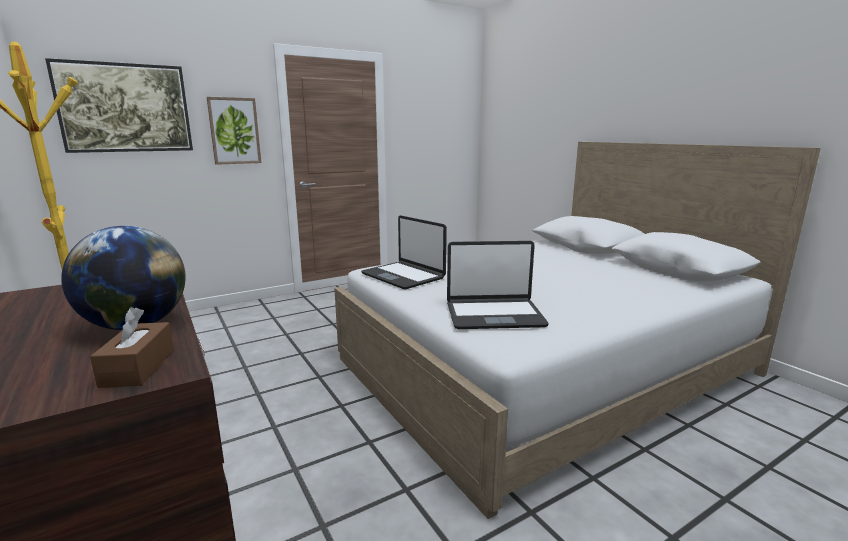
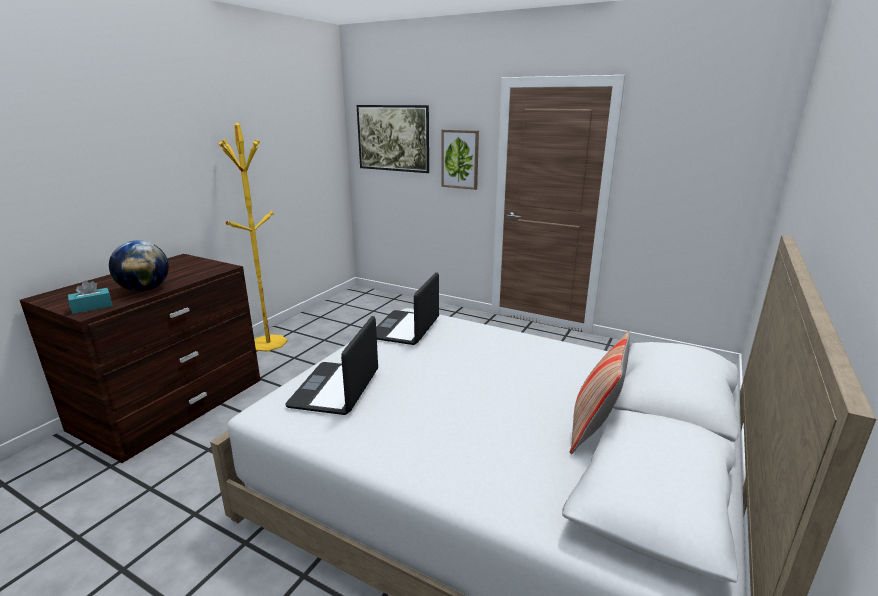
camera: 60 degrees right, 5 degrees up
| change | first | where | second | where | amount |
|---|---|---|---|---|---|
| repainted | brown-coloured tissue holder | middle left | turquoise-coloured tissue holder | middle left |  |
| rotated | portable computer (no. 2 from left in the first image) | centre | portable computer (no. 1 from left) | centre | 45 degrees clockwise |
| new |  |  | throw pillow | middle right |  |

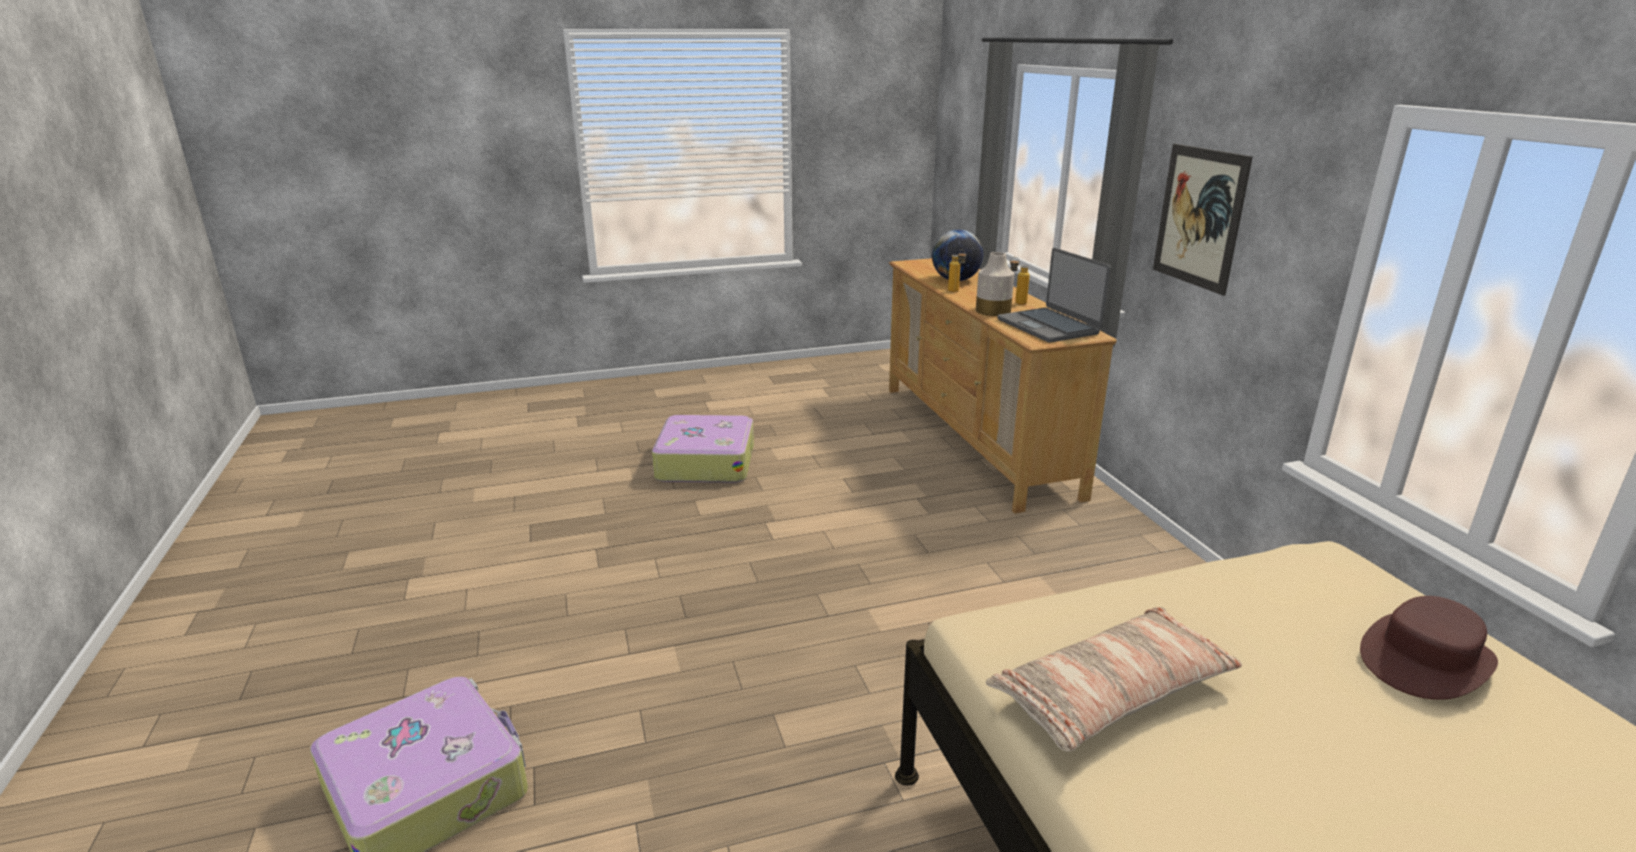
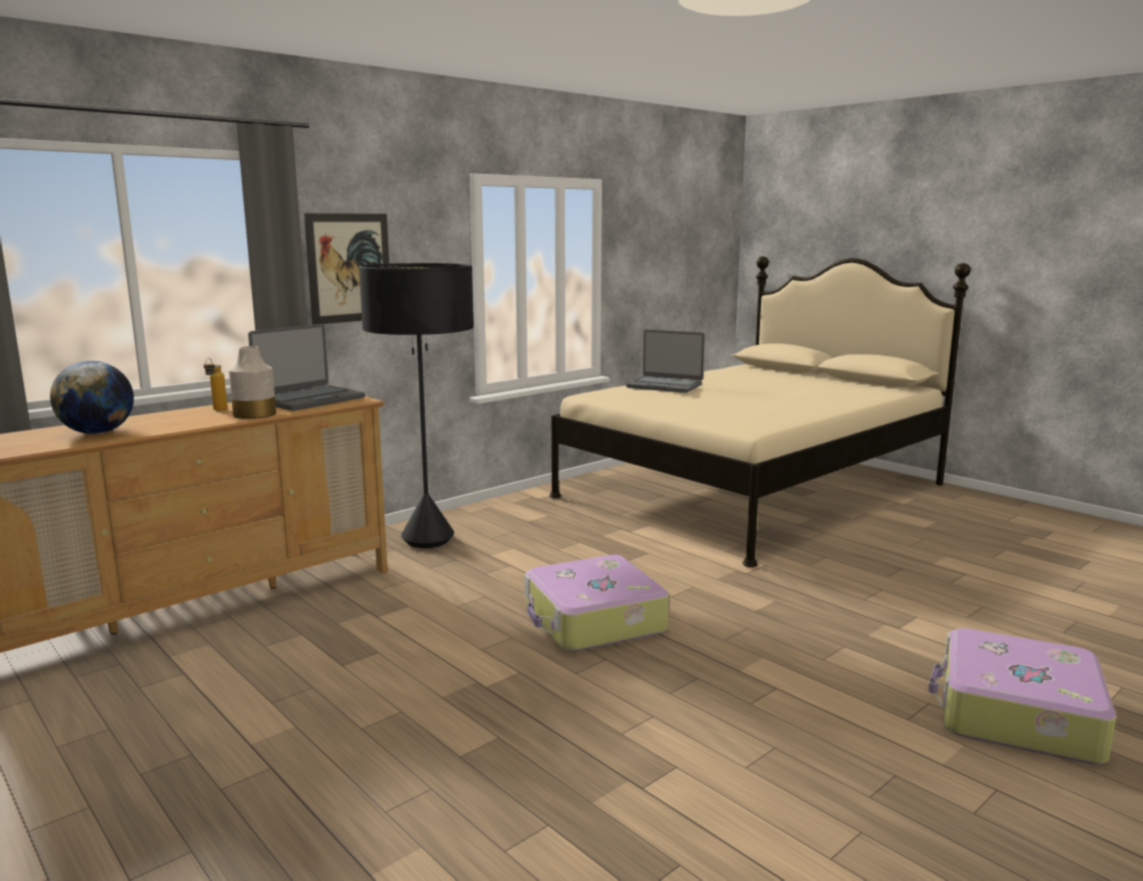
camera: 115 degrees left, 10 degrees down
| change | first | where | second | where | amount |
|---|---|---|---|---|---|
| new |  |  | blackish standard lamp | centre |  |
| shifted | travel case (no. 2 from left in the first image) | centre | travel case (no. 1 from left) | bottom centre |  |
| swapped | brown-coloured clothing hat | bottom right | portable computer (no. 2 from left) | centre |  |
| gone | bottle (no. 1 from left) | top centre |  |  |  |
| gone | throw pillow | bottom right |  |  |  |

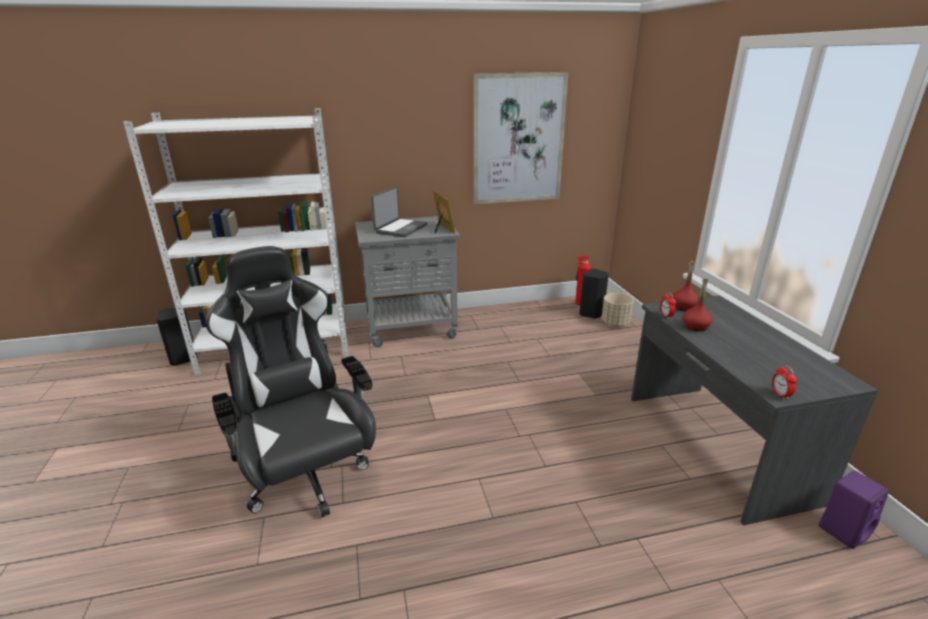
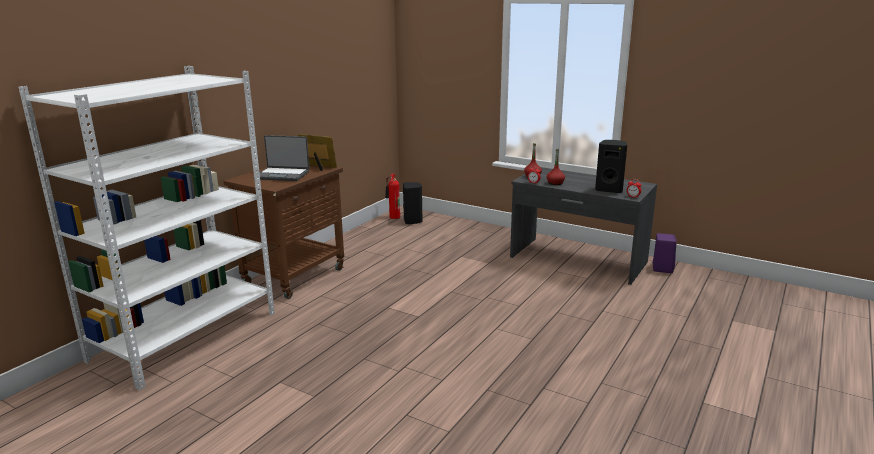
camera: 45 degrees left, 5 degrees down
| change | first | where | second | where | amount |
|---|---|---|---|---|---|
| repainted | grey trolley | centre | brown-coloured trolley | middle left |  |
| rotated | portable computer | centre |  | middle left | 120 degrees clockwise |
| shifted | blackish speaker (no. 1 from left in the first image) | middle left | blackish speaker (no. 2 from left) | middle right |  |
| gone | blackish computer chair | middle left |  |  |  |
| gone | wall picture | top centre |  |  |  |
| gone | beige plant pot | centre |  |  |  |

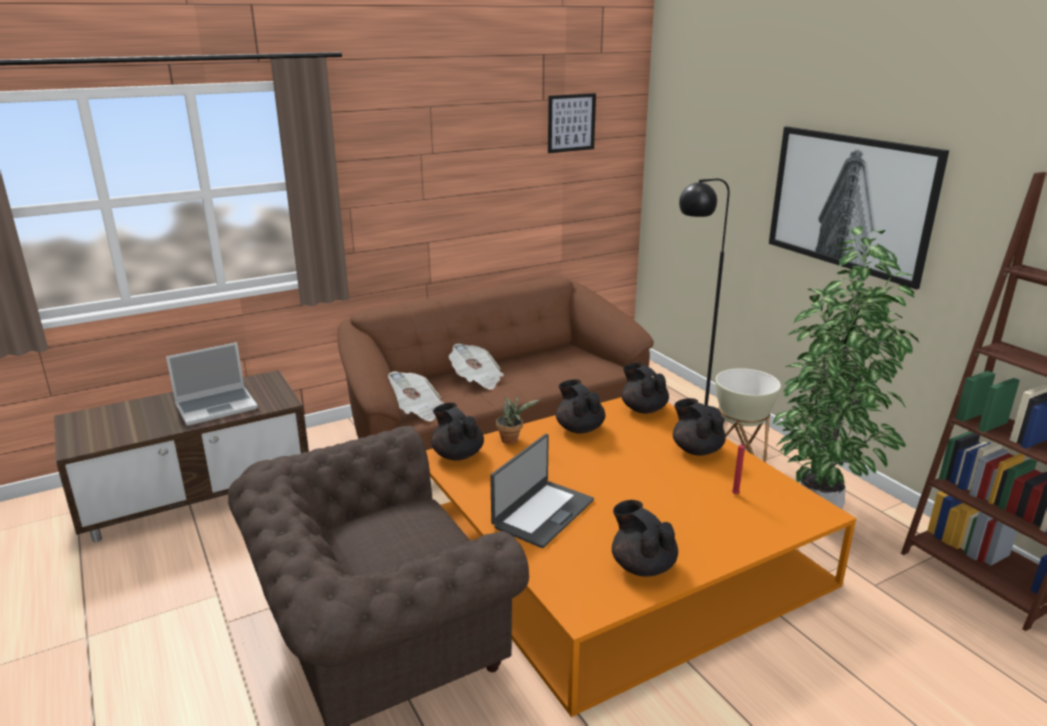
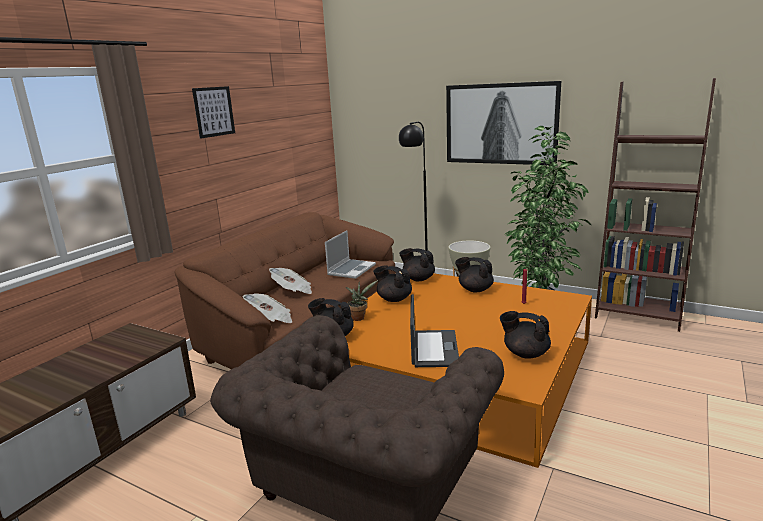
camera: 30 degrees left, 5 degrees down
| change | first | where | second | where | amount |
|---|---|---|---|---|---|
| shifted | wall picture (no. 1 from left) | top centre |  | top left |  |
| shifted | portable computer (no. 1 from left) | middle left |  | centre |  |

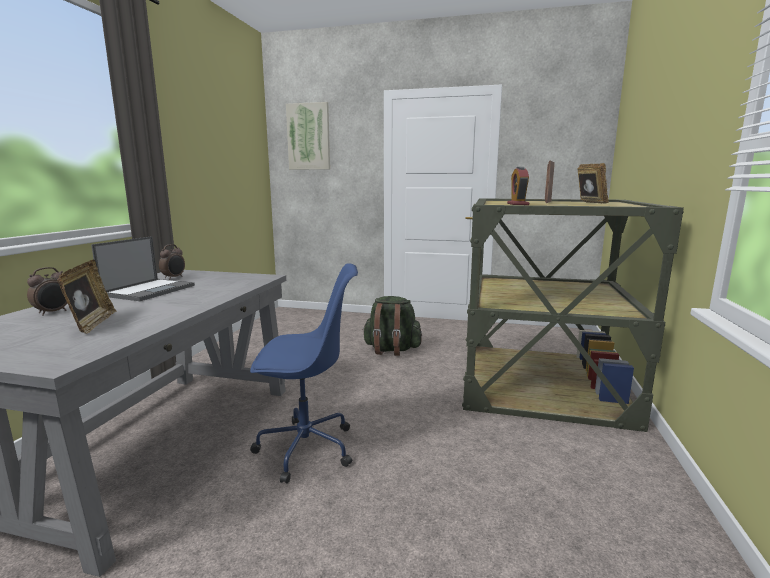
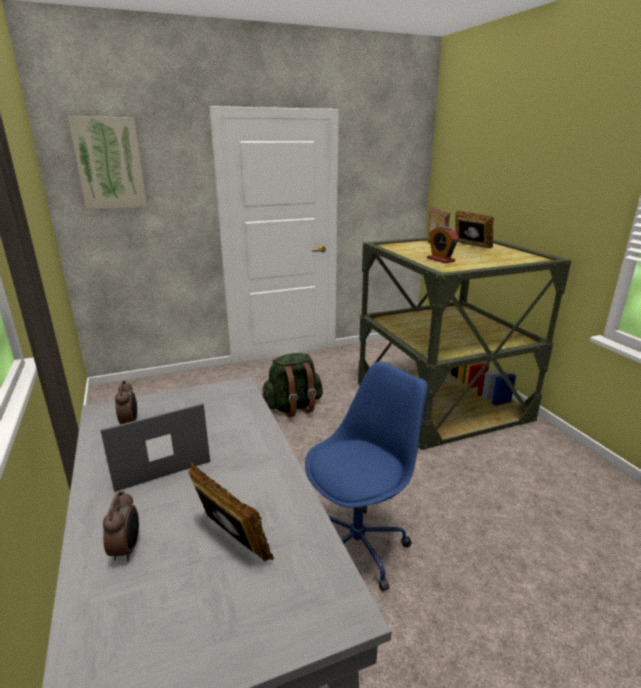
camera: 35 degrees left, 10 degrees up
| change | first | where | second | where | amount |
|---|---|---|---|---|---|
| rotated | portable computer | middle left |  | middle left | 105 degrees counterclockwise |

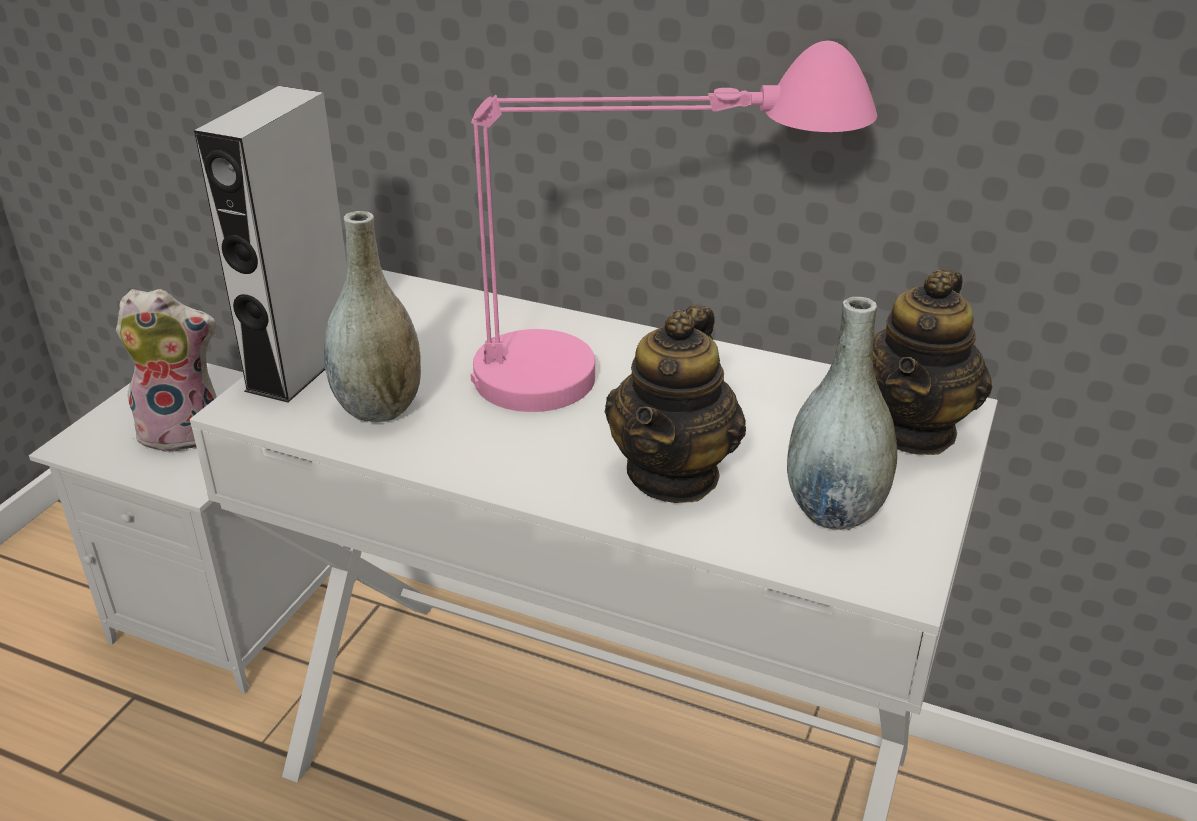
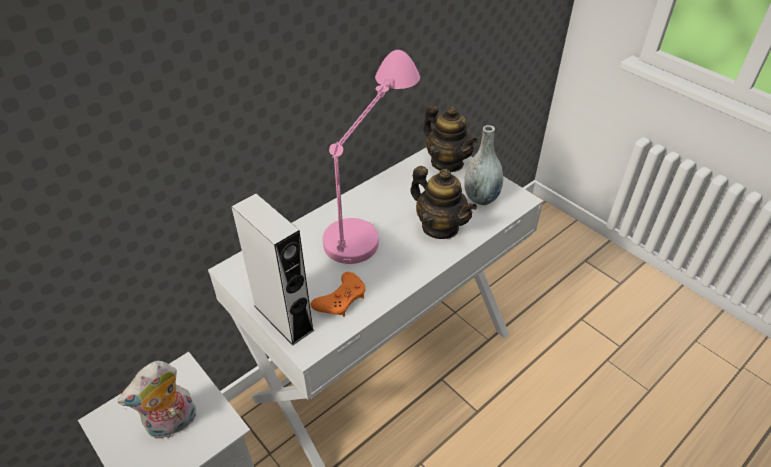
camera: 65 degrees left, 10 degrees up
| change | first | where | second | where | amount |
|---|---|---|---|---|---|
| rotated | plush toy | middle left |  | bottom left | 150 degrees counterclockwise |
| swapped | grey vase (no. 1 from left) | middle left | orangey game controller | centre |  |

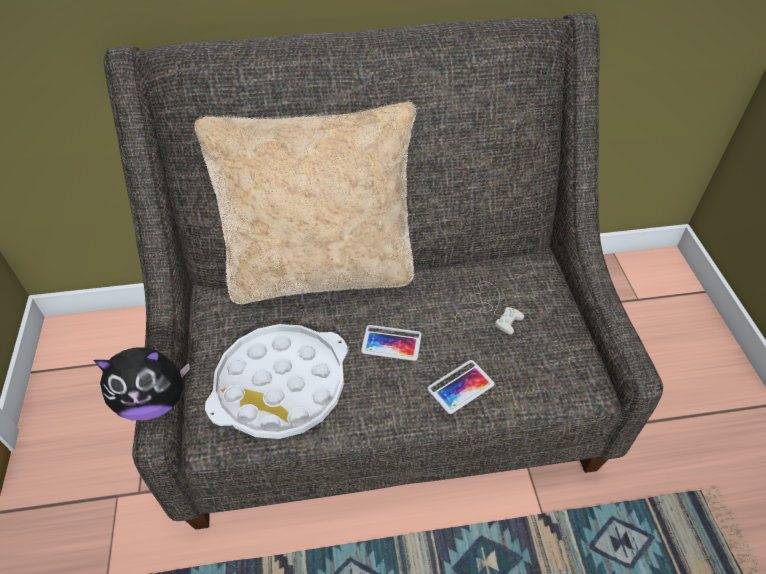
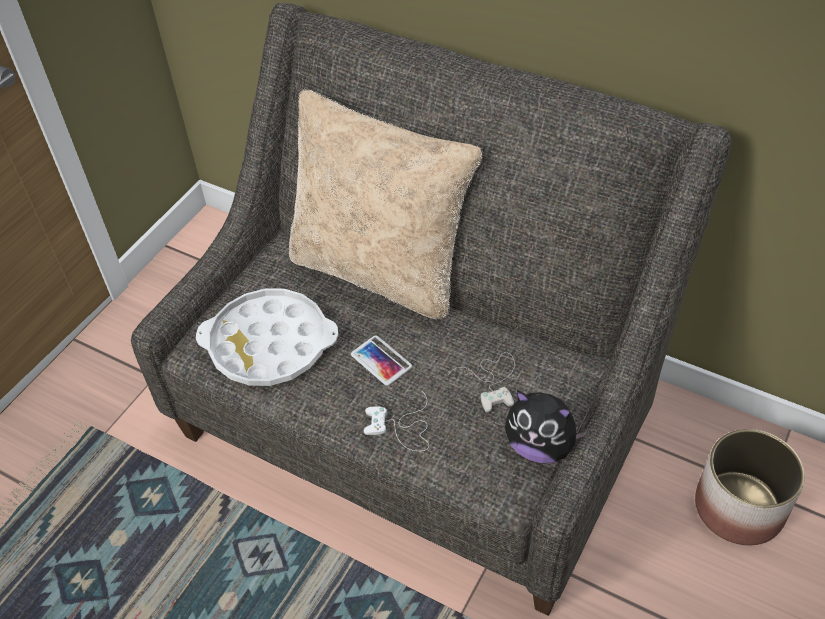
camera: 40 degrees right, 0 degrees up
| change | first | where | second | where | amount |
|---|---|---|---|---|---|
| swapped | phone (no. 2 from left) | bottom centre | white game controller (no. 1 from left) | bottom centre |  |
| shifted | plush toy | bottom left |  | bottom centre |  |
| new |  |  | plant pot | bottom right |  |

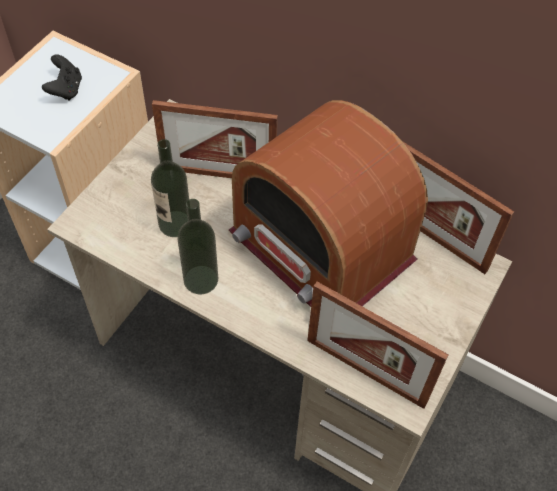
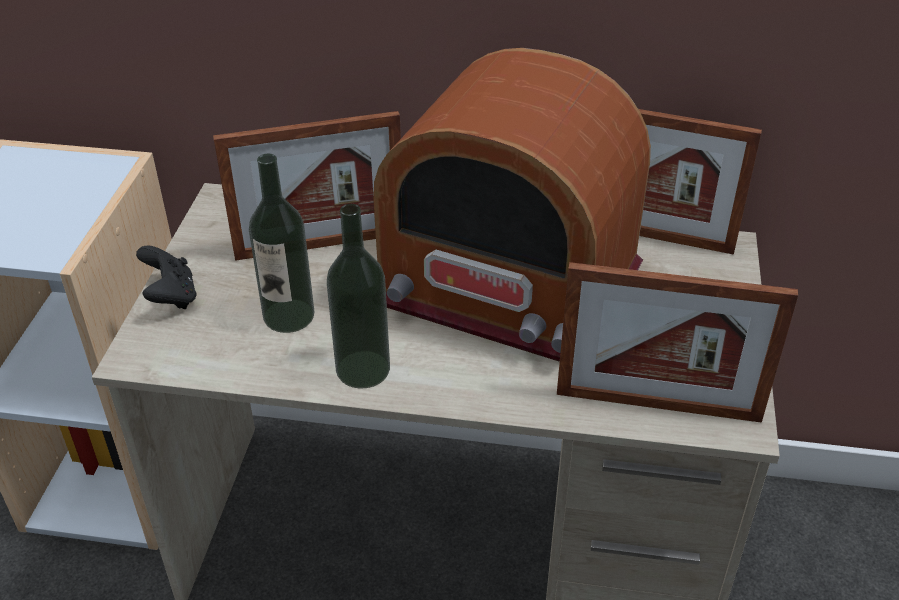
camera: 20 degrees left, 15 degrees down
| change | first | where | second | where | amount |
|---|---|---|---|---|---|
| shifted | blackish game controller | top left |  | middle left |  |

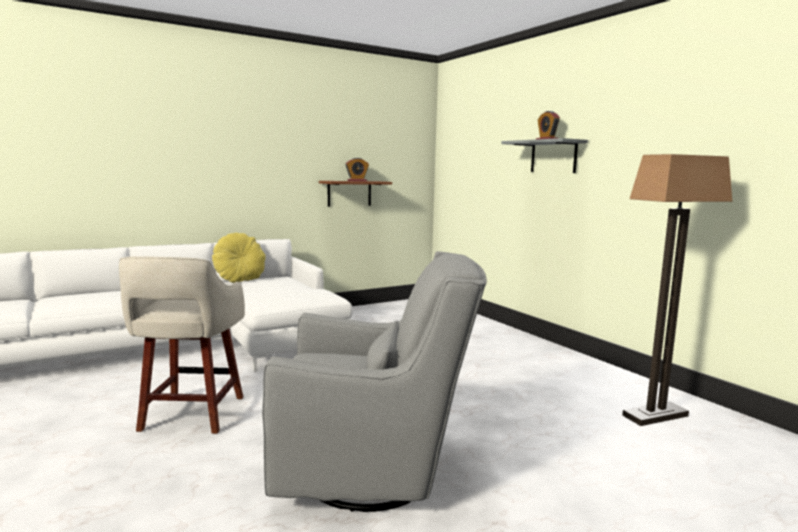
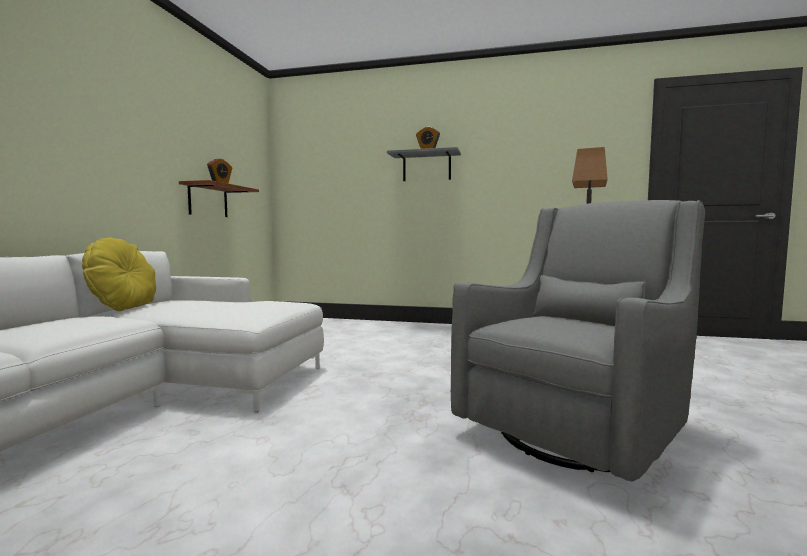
camera: 45 degrees left, 5 degrees down
| change | first | where | second | where | amount |
|---|---|---|---|---|---|
| gone | beige sitting stool | middle left |  |  |  |

